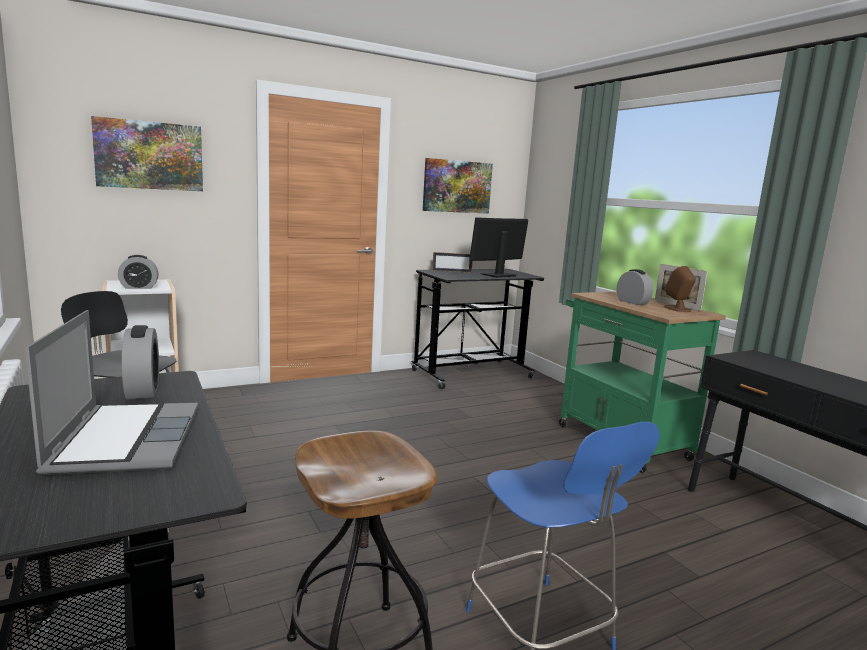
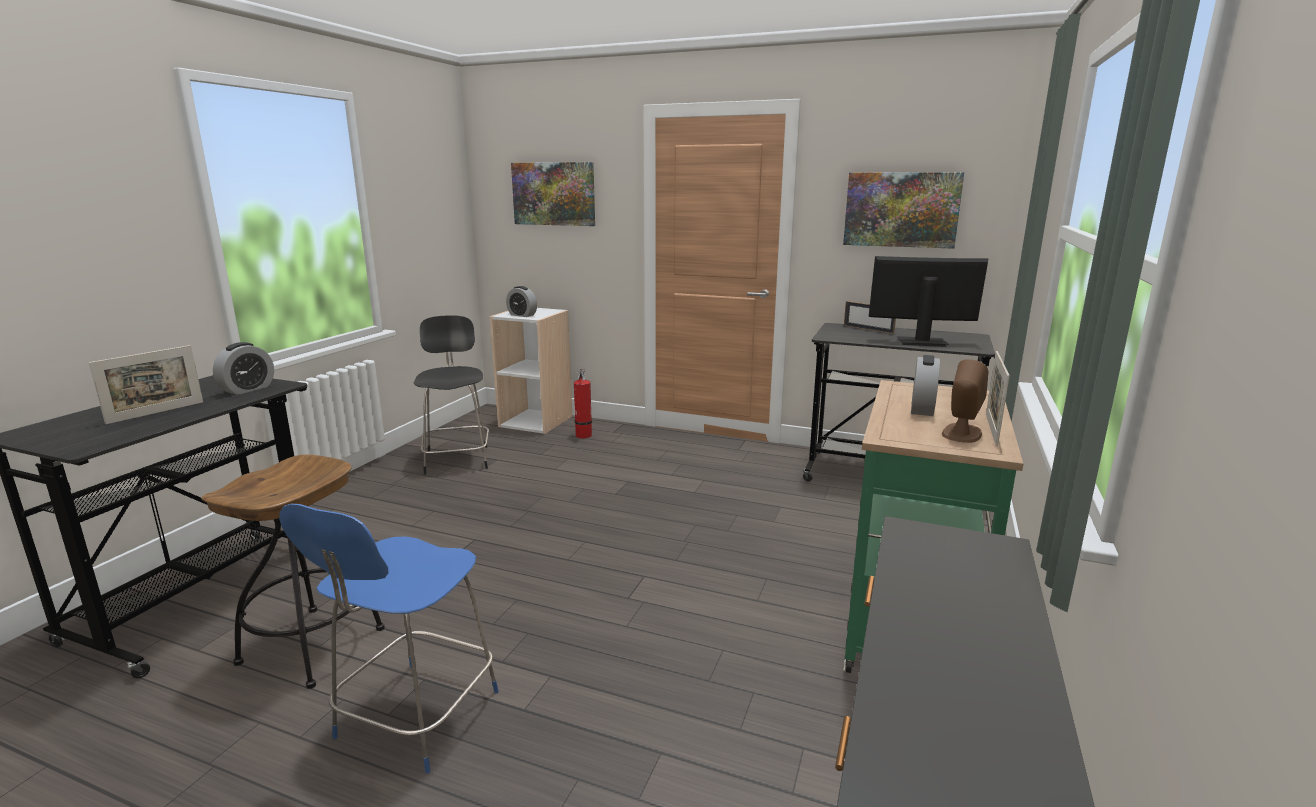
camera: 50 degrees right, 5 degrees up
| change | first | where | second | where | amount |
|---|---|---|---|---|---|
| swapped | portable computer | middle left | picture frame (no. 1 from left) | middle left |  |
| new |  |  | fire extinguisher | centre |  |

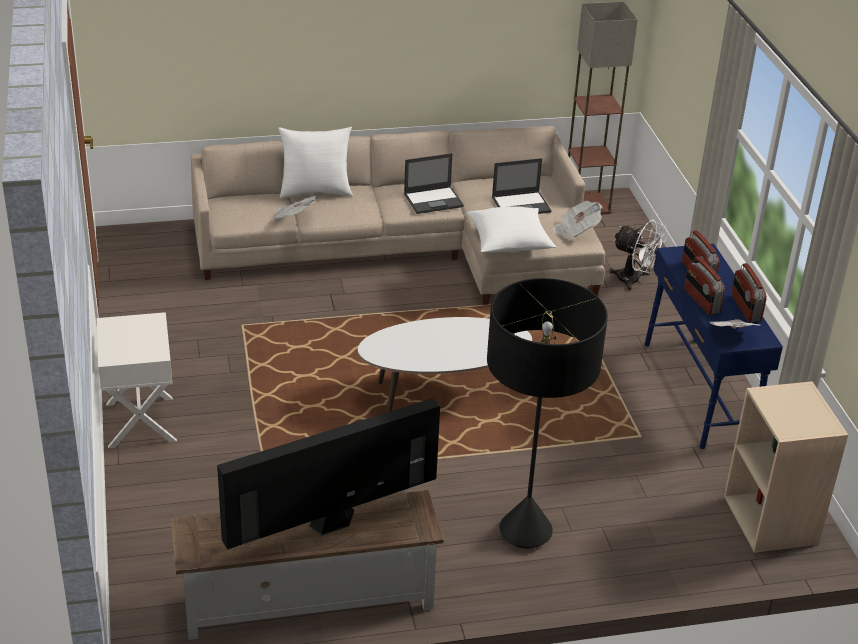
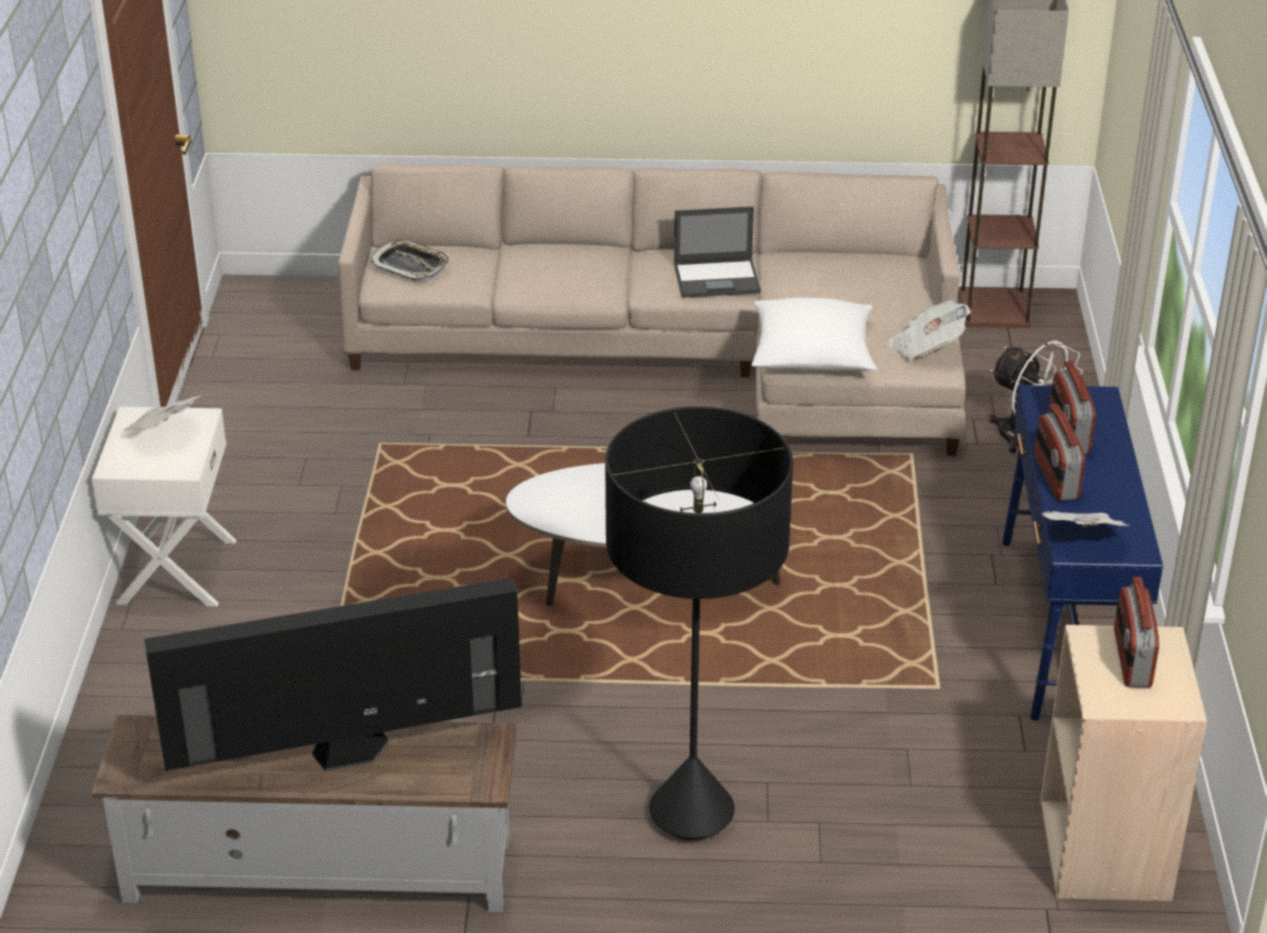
camera: 15 degrees right, 0 degrees up
| change | first | where | second | where | amount |
|---|---|---|---|---|---|
| shifted | daily paper (no. 1 from left) | top centre |  | middle left |  |
| new |  |  | serving tray | top left |  |
| shifted | radio set (no. 3 from left) | middle right |  | bottom right |  |
| gone | white throw pillow (no. 1 from left) | top centre |  |  |  |
| gone | portable computer (no. 2 from left) | top centre |  |  |  |

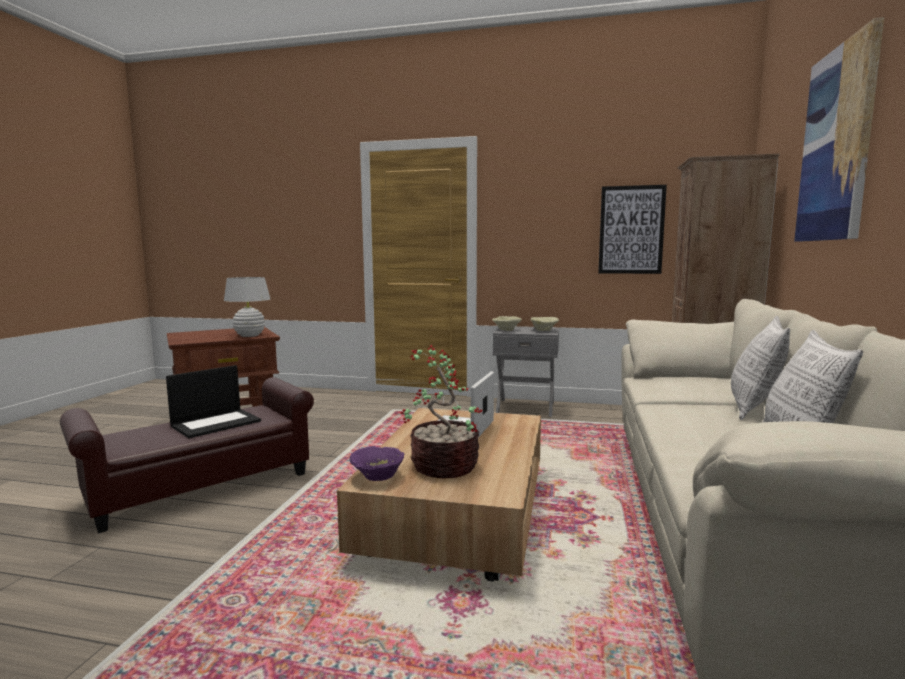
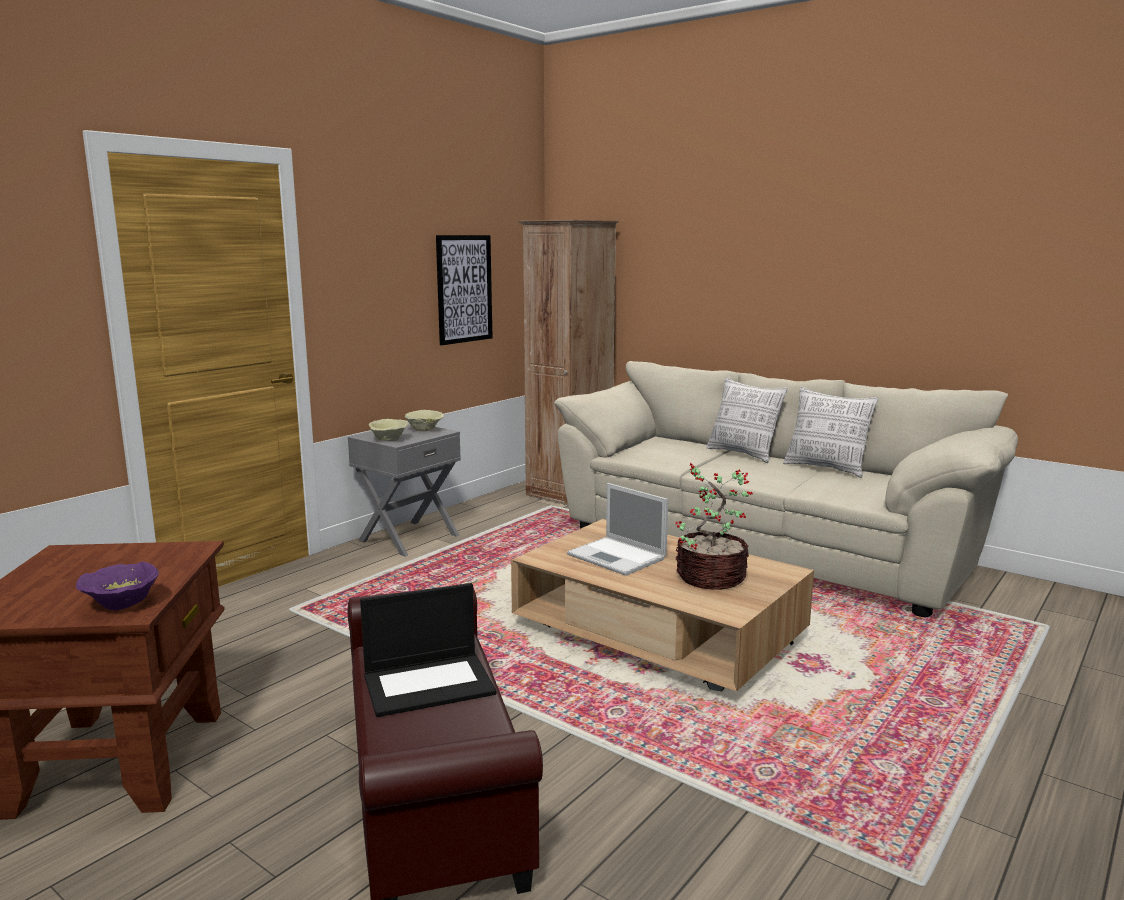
camera: 65 degrees left, 5 degrees up
| change | first | where | second | where | amount |
|---|---|---|---|---|---|
| shifted | purple bowl | bottom centre |  | middle left |  |
| rotated | portable computer (no. 1 from left) | middle left |  | bottom centre | 90 degrees clockwise |
| gone | white tabletop lamp | middle left |  |  |  |
| gone | wall picture (no. 2 from left) | top right |  |  |  |

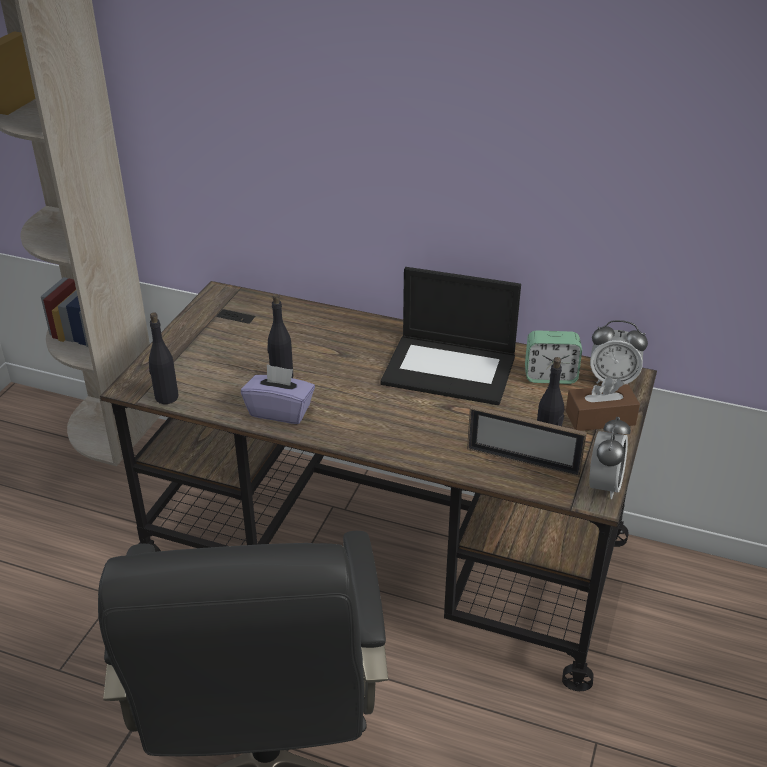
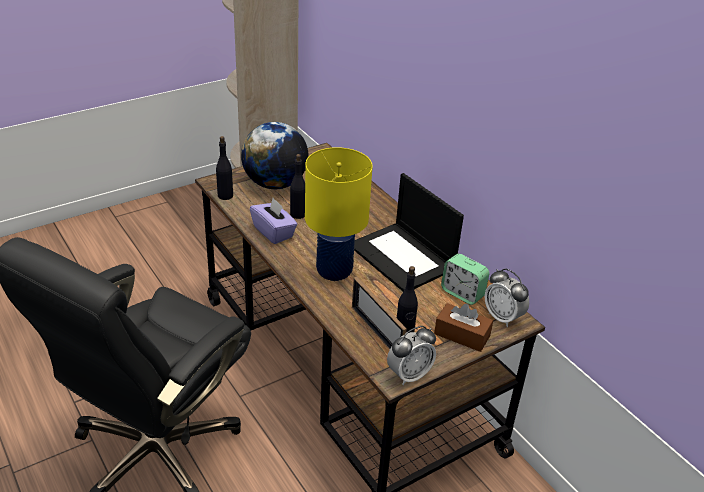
camera: 35 degrees right, 0 degrees up
| change | first | where | second | where | amount |
|---|---|---|---|---|---|
| new |  |  | world globe | top centre |  |
| new |  |  | yellow tabletop lamp | centre |  |

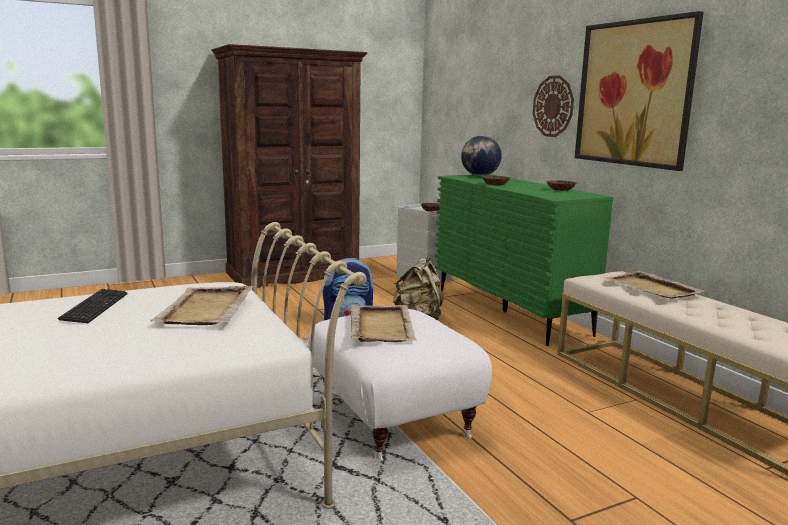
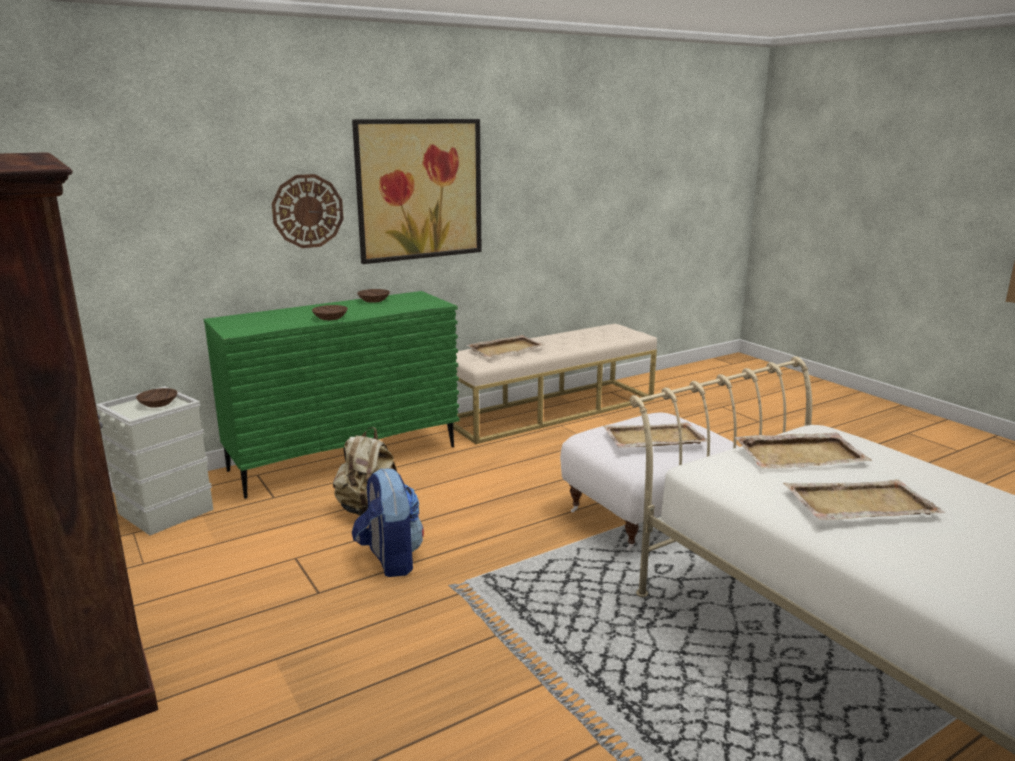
camera: 95 degrees left, 5 degrees up
| change | first | where | second | where | amount |
|---|---|---|---|---|---|
| swapped | keyboard | middle left | beige serving tray (no. 4 from left) | middle right |  |
| gone | world globe | top centre |  |  |  |

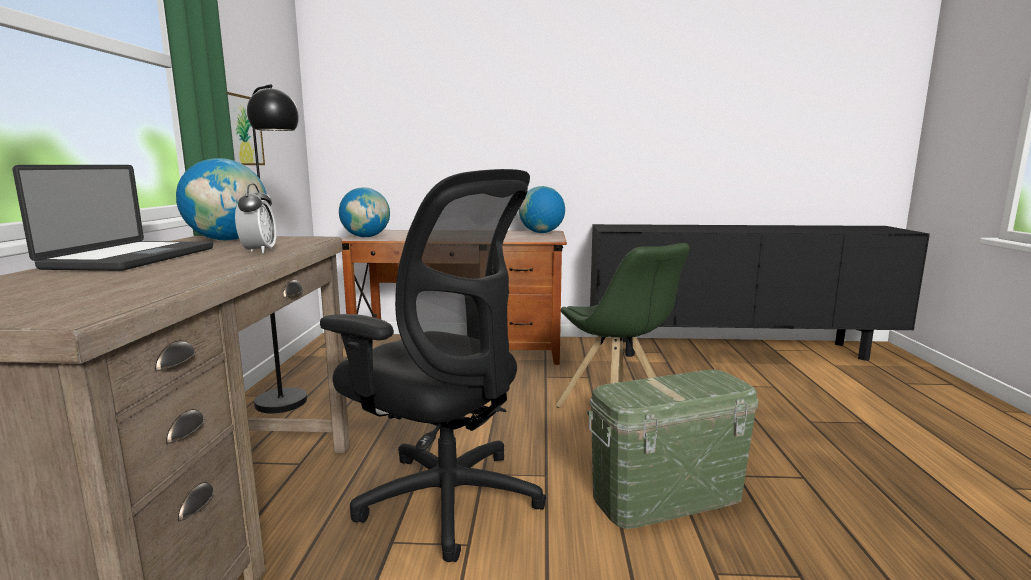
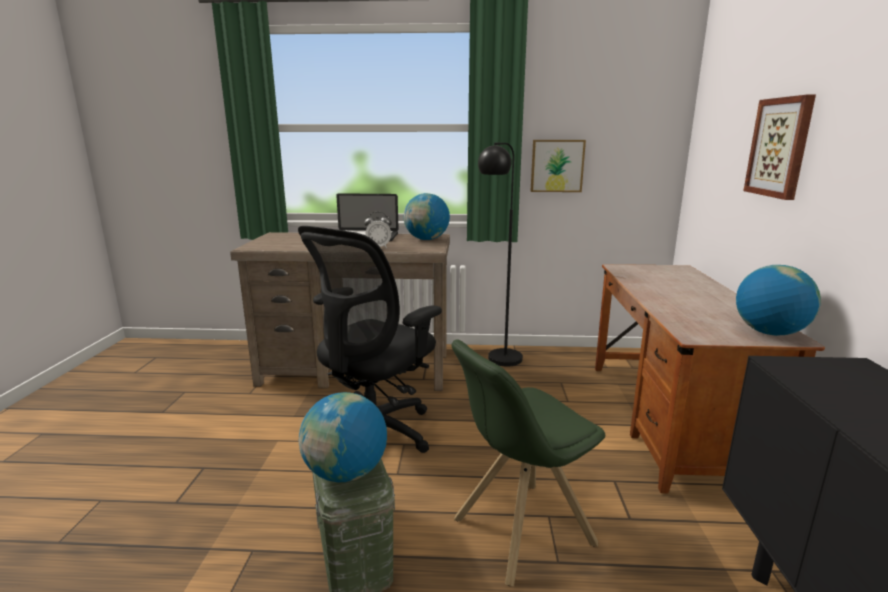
camera: 90 degrees right, 5 degrees up
| change | first | where | second | where | amount |
|---|---|---|---|---|---|
| shifted | world globe (no. 2 from left in the first image) | centre | world globe (no. 1 from left) | bottom centre |  |
| new |  |  | wall picture (no. 2 from left) | top right |  |

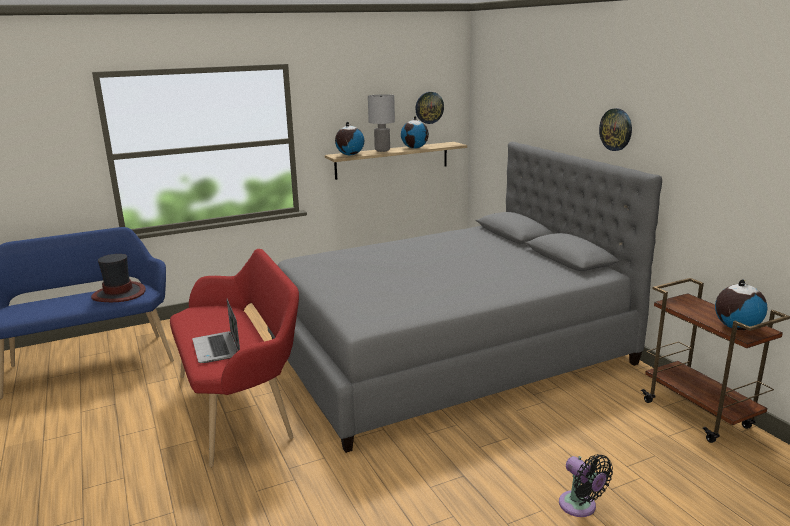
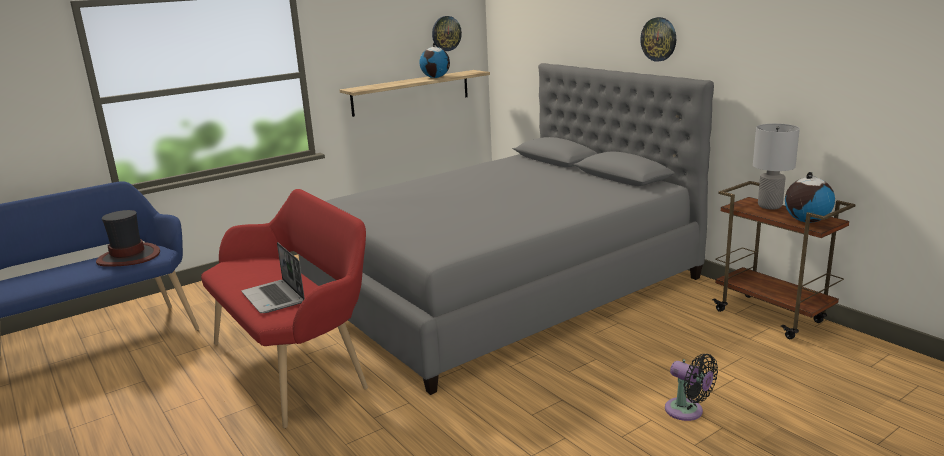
camera: 10 degrees left, 0 degrees up
| change | first | where | second | where | amount |
|---|---|---|---|---|---|
| shifted | grey tabletop lamp | top centre |  | middle right |  |
| gone | world globe (no. 1 from left) | top centre |  |  |  |

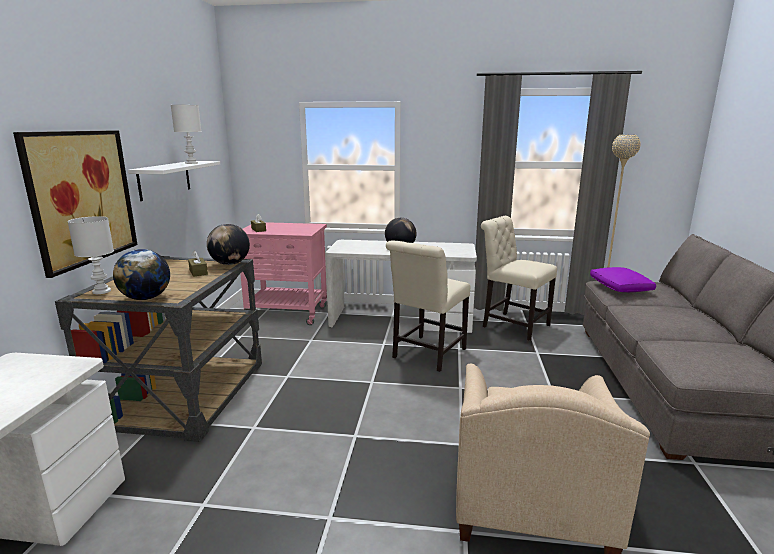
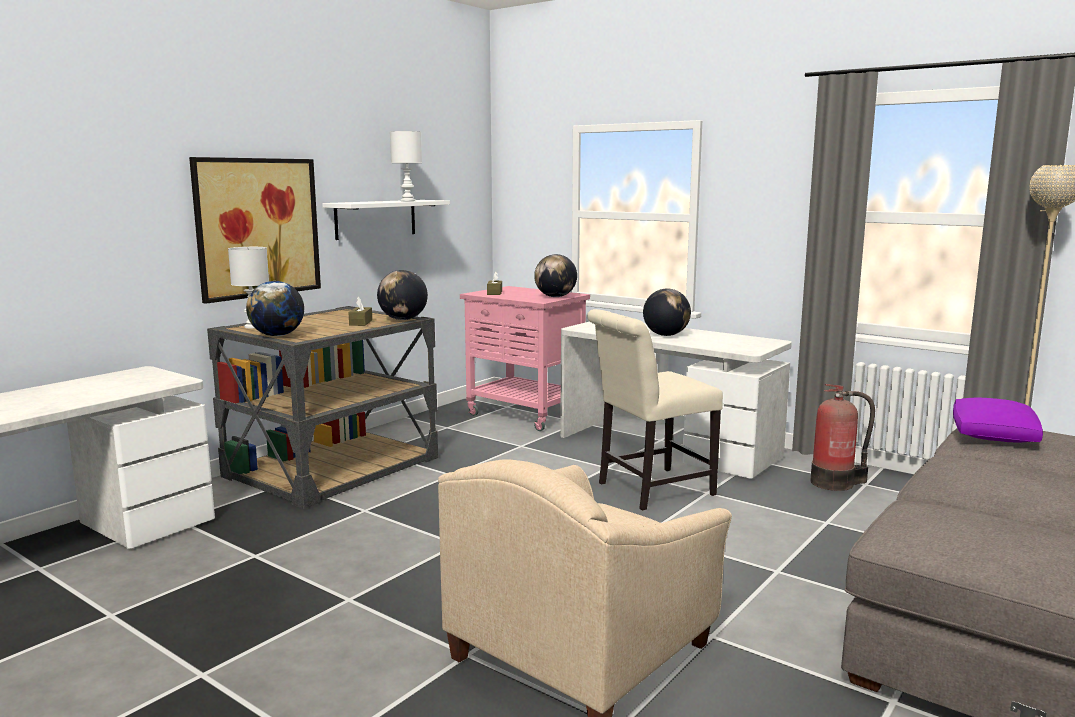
camera: 30 degrees right, 5 degrees down
| change | first | where | second | where | amount |
|---|---|---|---|---|---|
| new |  |  | world globe (no. 3 from left) | centre |  |
| swapped | beige plain chair (no. 2 from left) | middle right | fire extinguisher | middle right |  |

